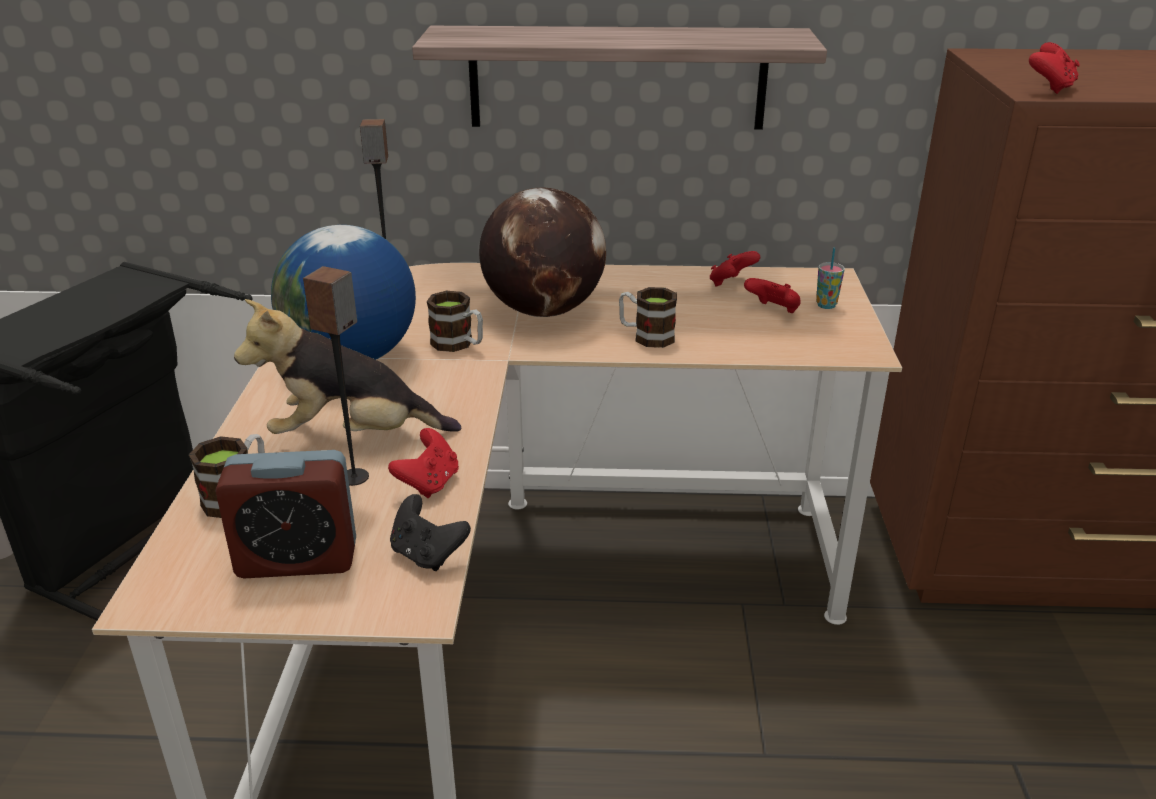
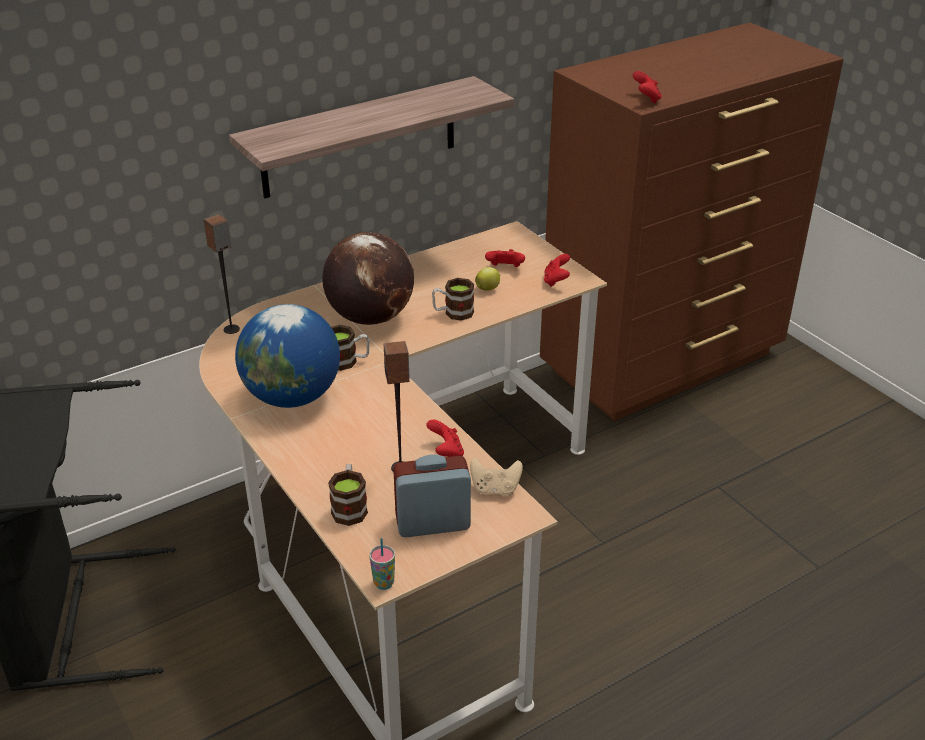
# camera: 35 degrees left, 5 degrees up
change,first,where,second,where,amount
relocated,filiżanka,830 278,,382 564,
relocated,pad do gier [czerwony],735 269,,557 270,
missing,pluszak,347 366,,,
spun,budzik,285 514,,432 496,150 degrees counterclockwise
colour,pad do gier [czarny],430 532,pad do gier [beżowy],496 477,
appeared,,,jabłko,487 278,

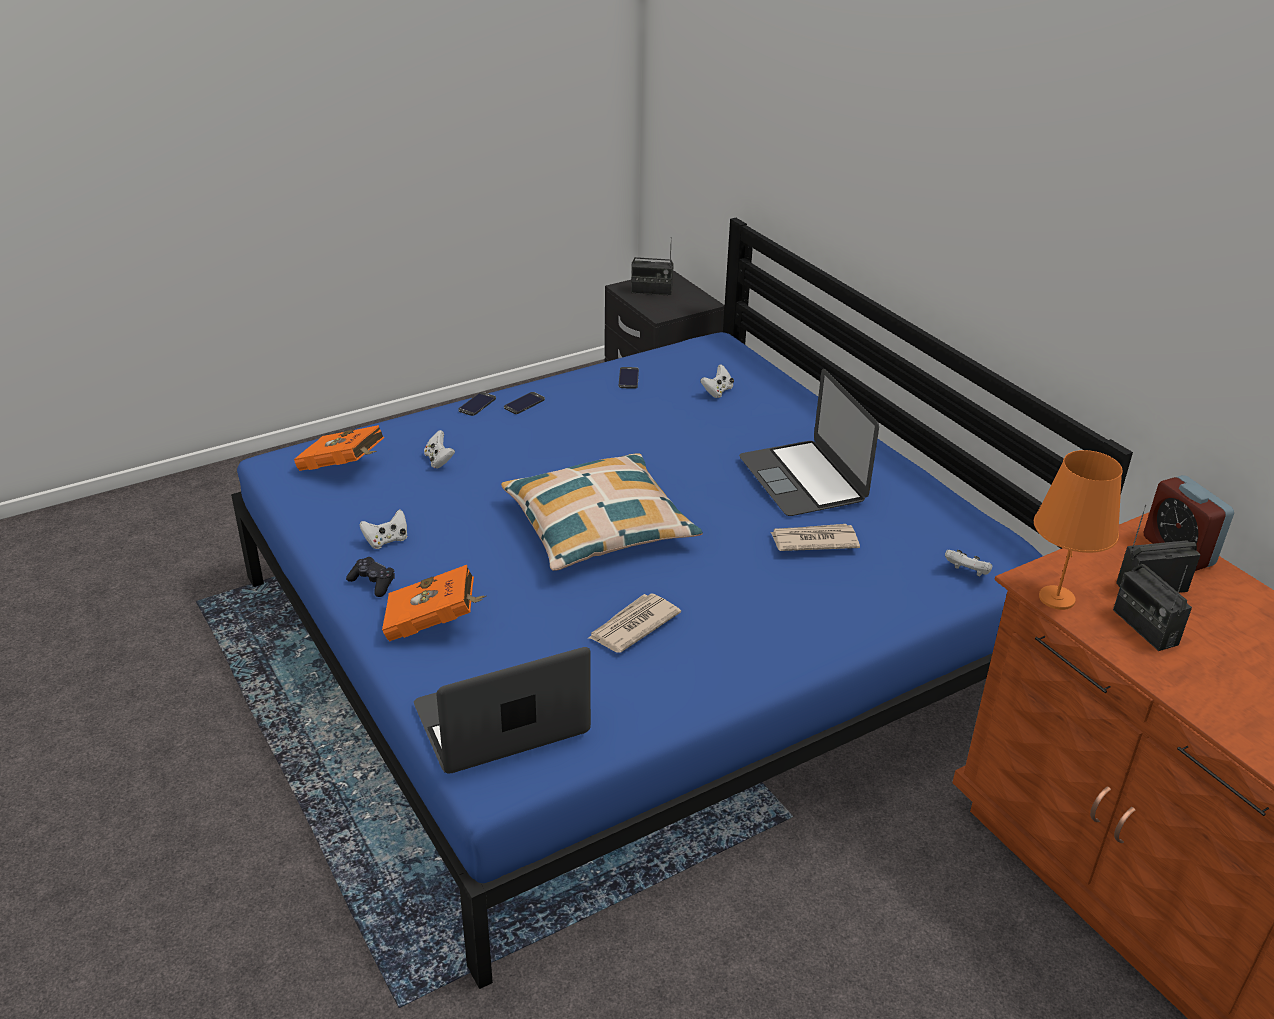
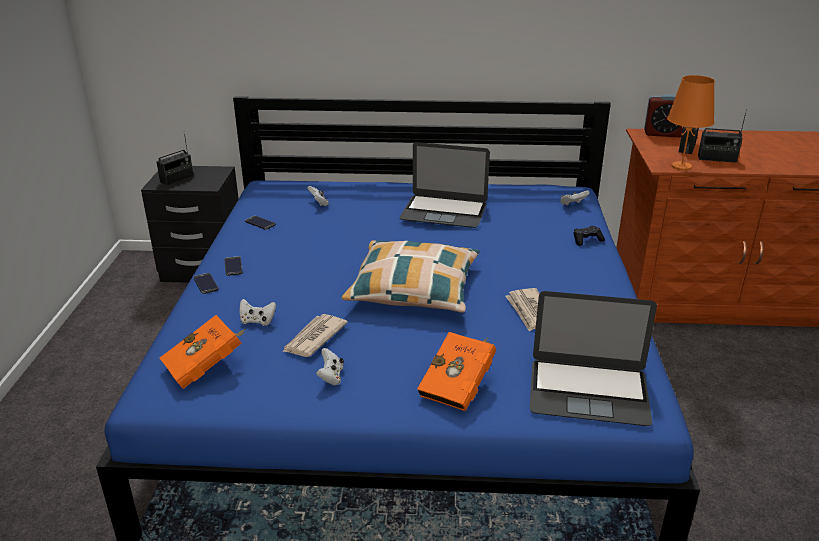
# camera: 55 degrees left, 5 degrees down
change,first,where,second,where,amount
relocated,gazeta,815 537,,315 335,
relocated,pad do gier [czarny],370 577,,589 236,
spun,laptop,502 710,,593 358,90 degrees counterclockwise

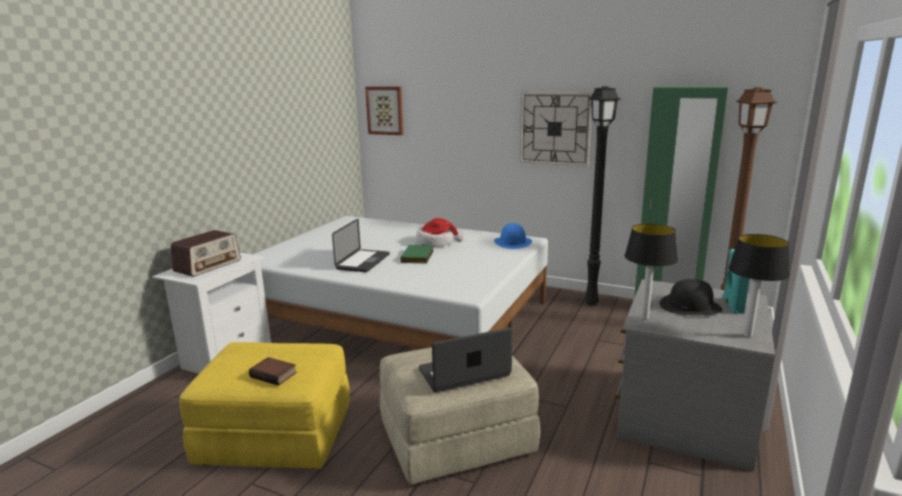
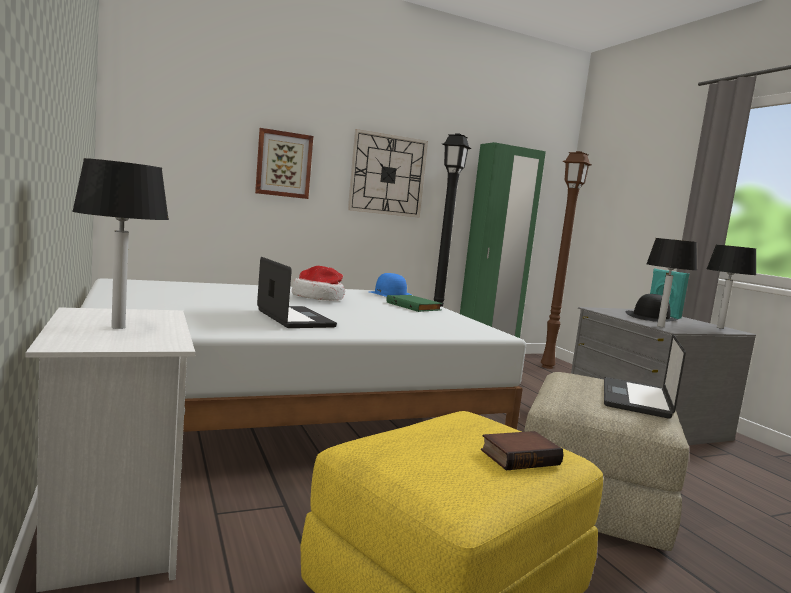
# camera: 50 degrees left, 10 degrees down
change,first,where,second,where,amount
relocated,obraz,384 110,,284 163,
exchanged,radio,206 253,lampa stołowa,120 243,
relocated,książka [zielony],417 253,,414 303,

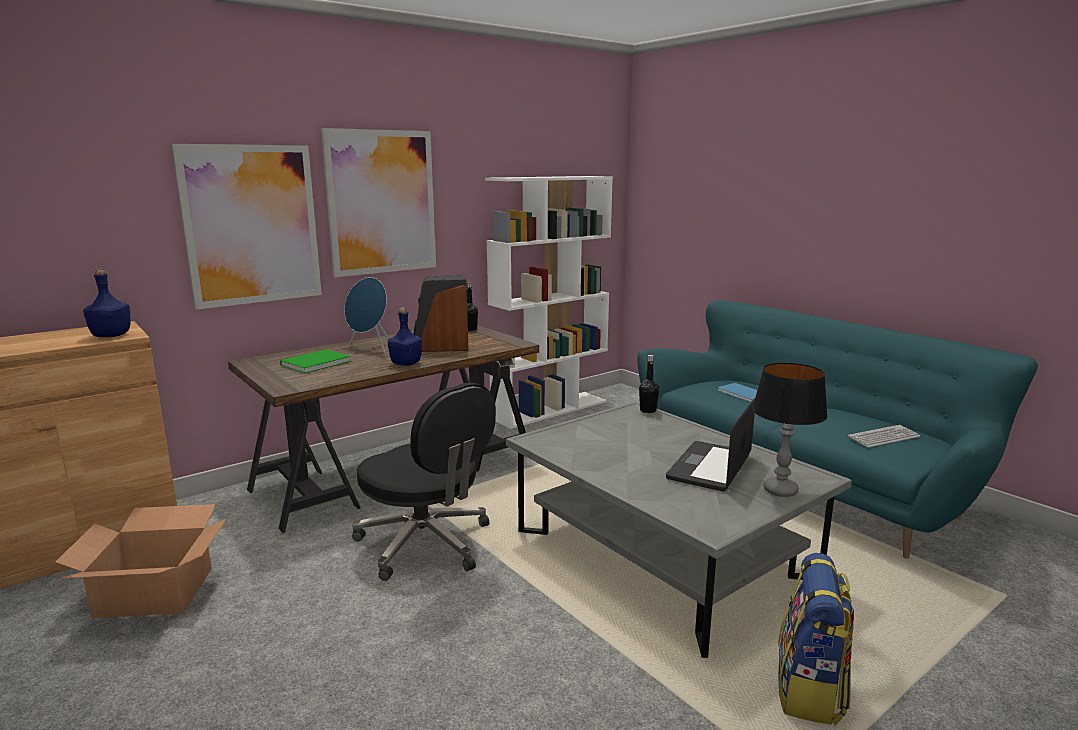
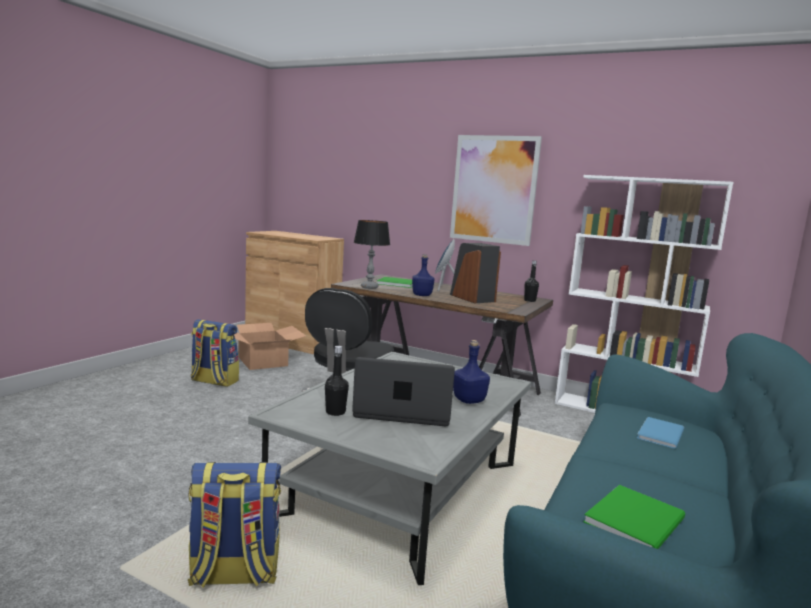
# camera: 65 degrees right, 5 degrees down
change,first,where,second,where,amount
missing,obraz,246 227,,,
relocated,butelka [niebieski],107 302,,471 372,
relocated,butelka [czarny],649 384,,337 381,
relocated,lampa stołowa,790 430,,372 254,
exchanged,klawiatura,884 436,książka [zielony],634 517,
appeared,,,plecak,215 353,

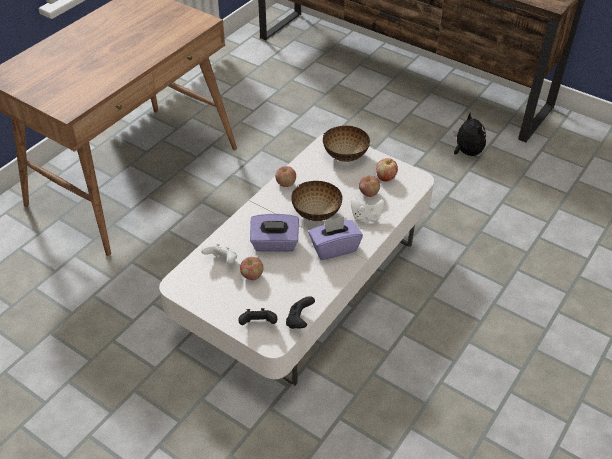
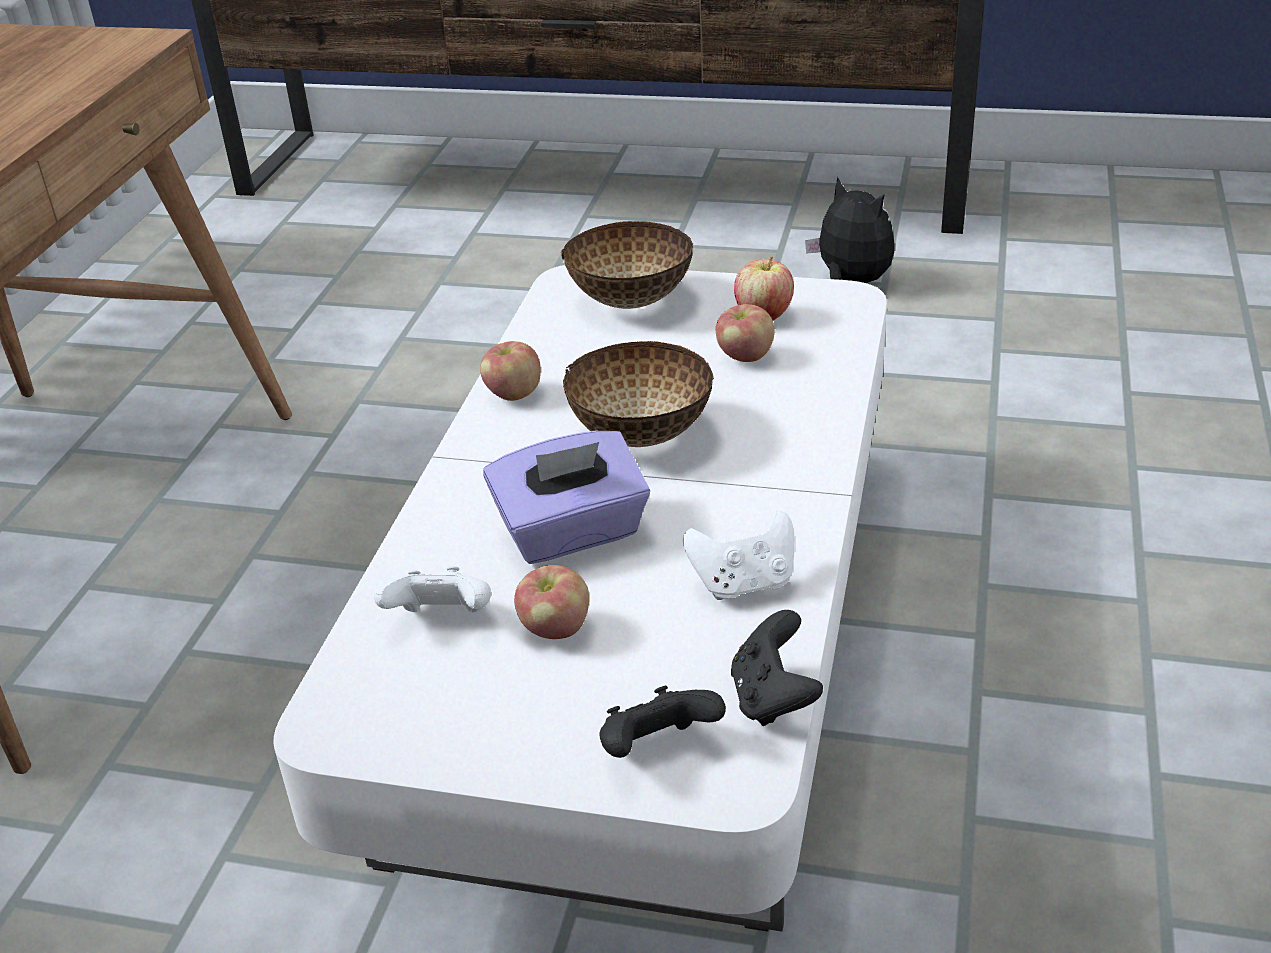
# camera: 20 degrees left, 10 degrees down
change,first,where,second,where,amount
relocated,pad do gier [biały],368 209,,739 555,
missing,pudełko chusteczek [fioletowy],335 238,,,

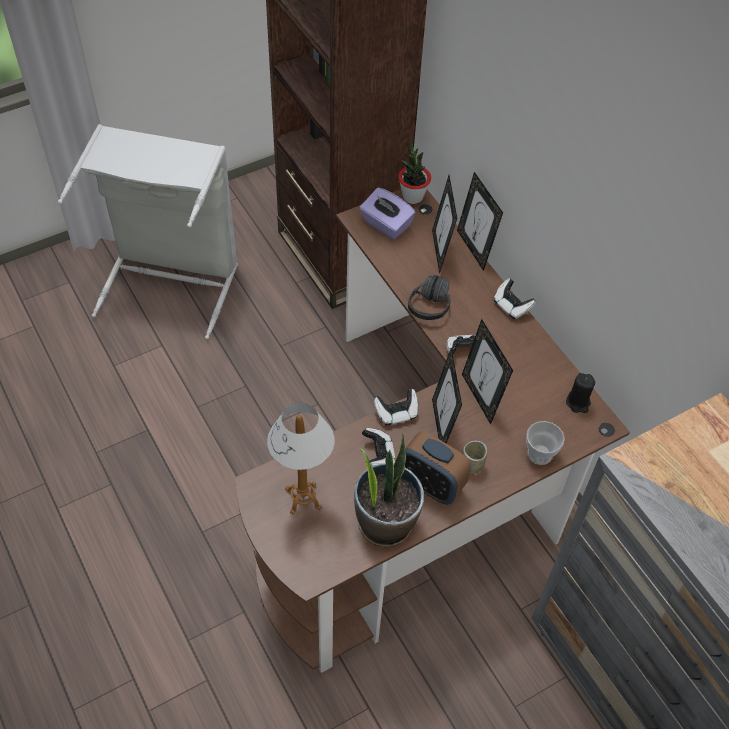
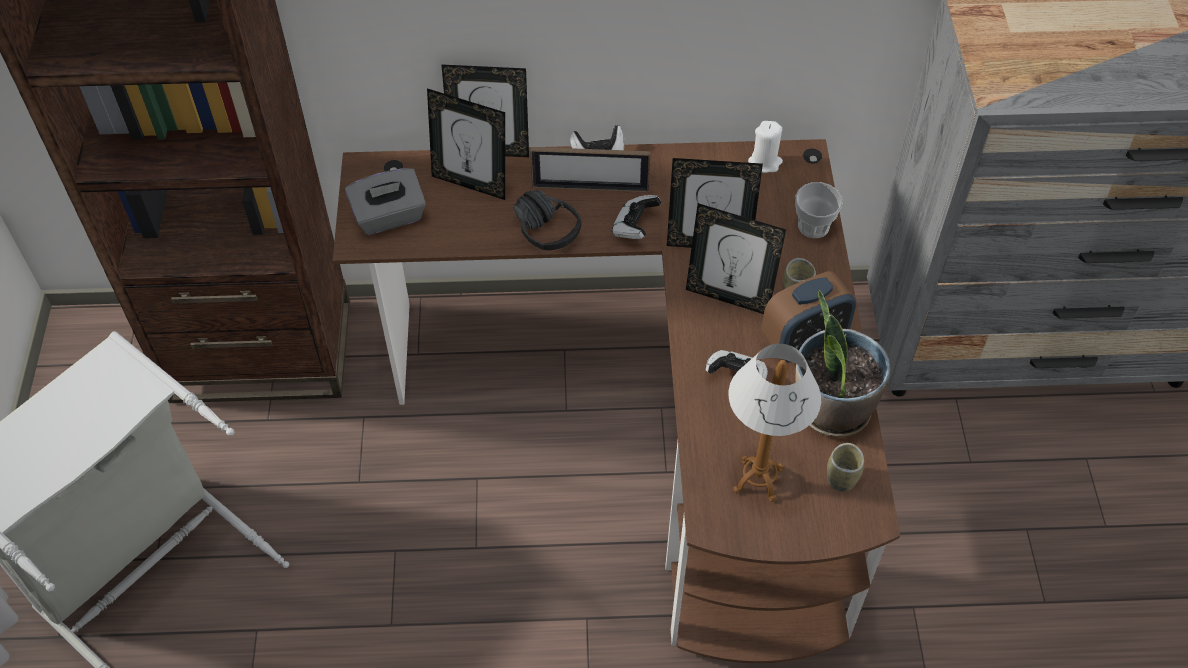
# camera: 60 degrees left, 0 degrees up
change,first,where,second,where,amount
missing,roślina doniczkowa,414 172,,,
colour,pudełko chusteczek [fioletowy],388 214,pudełko chusteczek [szary],385 201,
colour,świeca [czarny],580 393,świeca [biały],765 147,
missing,pad do gier,396 406,,,
appeared,,,ramka na zdjęcie,590 169,
appeared,,,filiżanka,845 467,

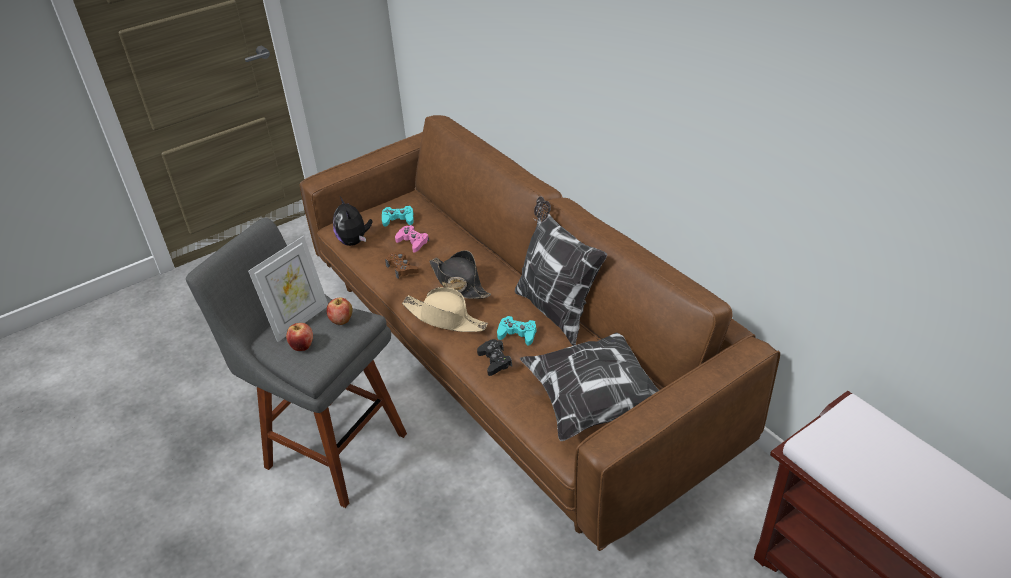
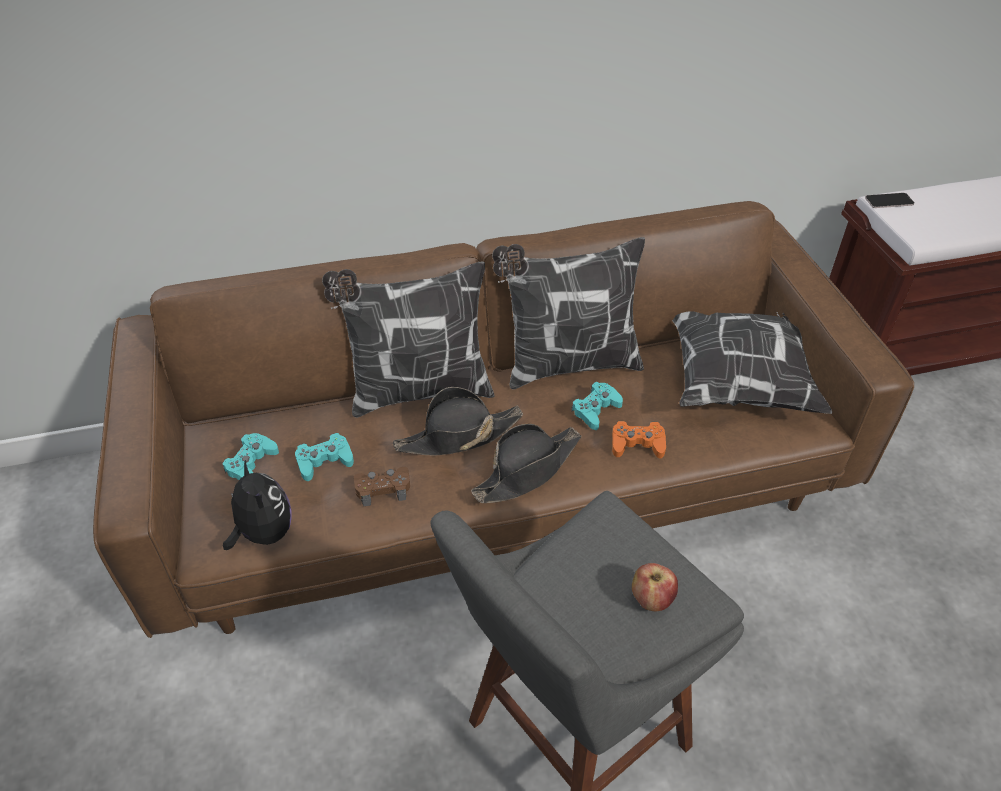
# camera: 70 degrees left, 5 degrees up
change,first,where,second,where,amount
spun,pluszak,353 221,,257 505,120 degrees counterclockwise
colour,pad do gier [różowy],412 239,pad do gier [turkusowy],324 457,
missing,ramka na zdjęcie,288 289,,,
colour,kapelusz [beżowy],445 309,kapelusz [czarny],526 463,
missing,jabłko,340 311,,,
colour,pad do gier [czarny],494 357,pad do gier [pomarańczowy],639 439,
appeared,,,telefon,890 200,
appeared,,,poduszka,408 339,

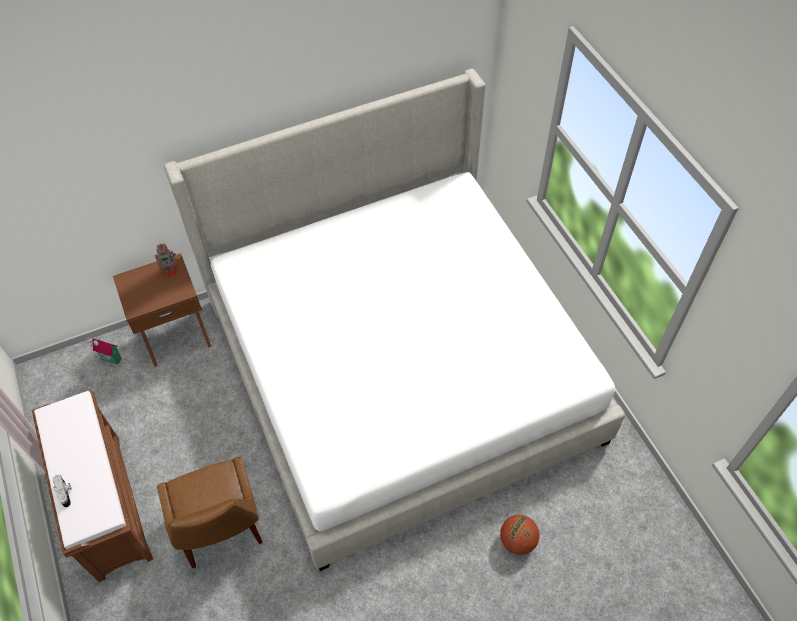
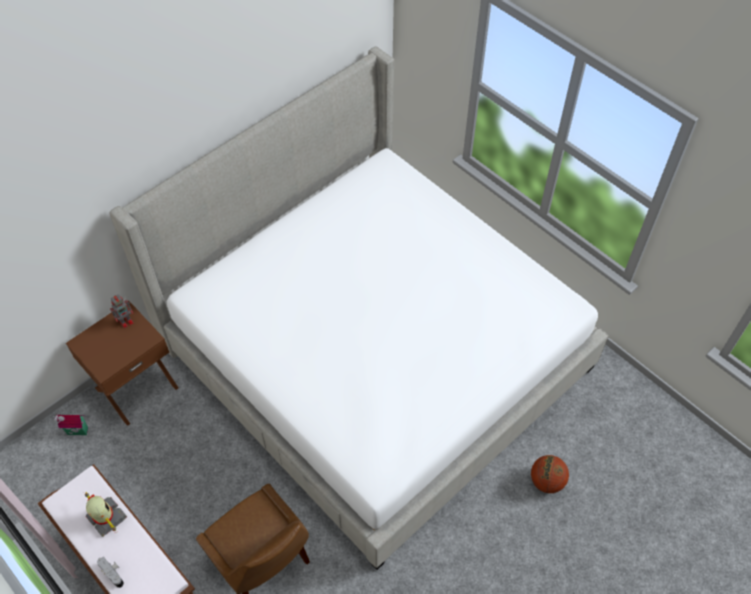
# camera: 20 degrees left, 0 degrees up
change,first,where,second,where,amount
appeared,,,robot zabawkowy,106 515,

